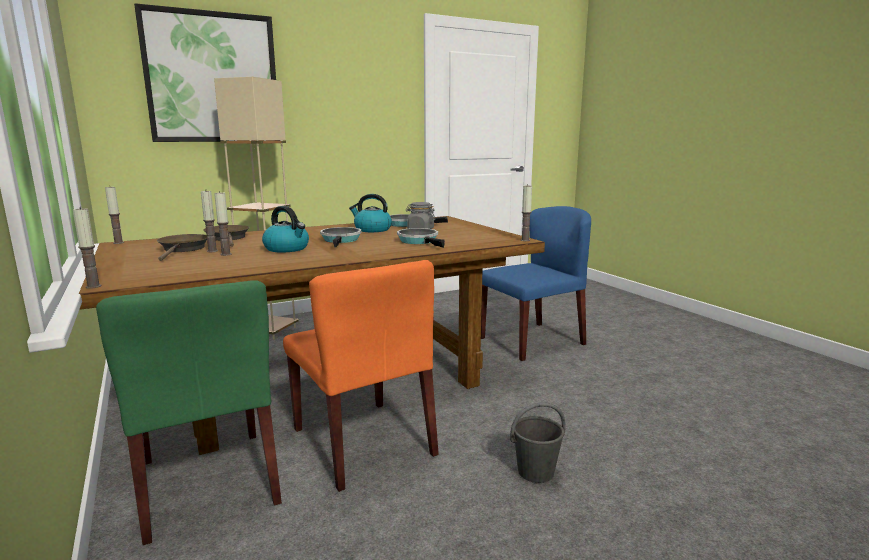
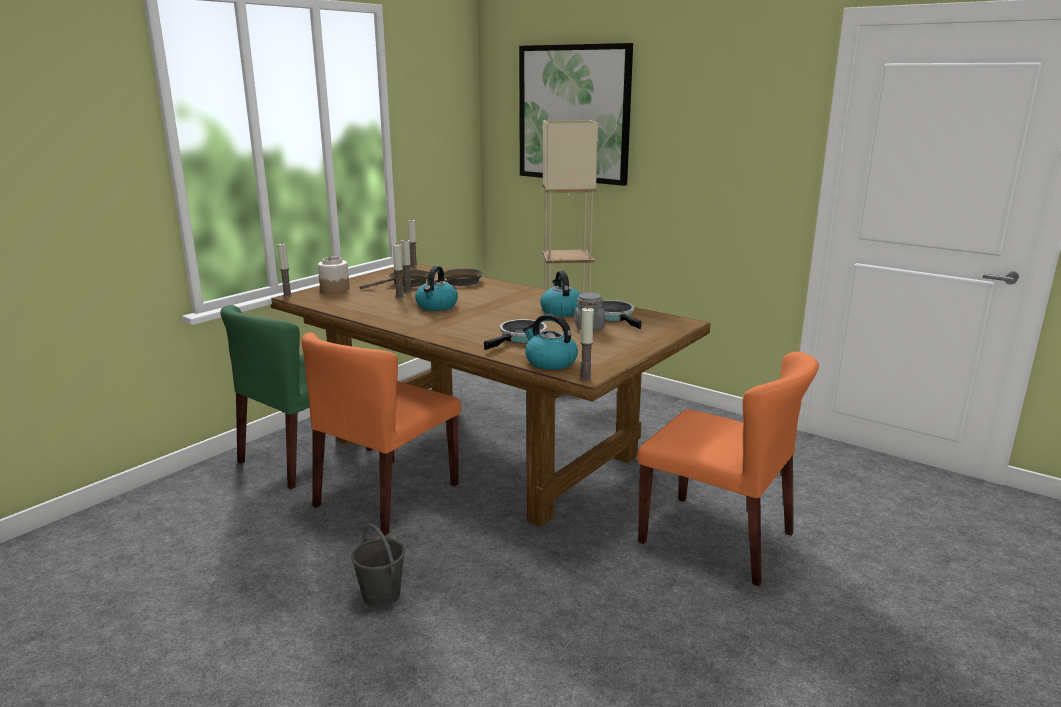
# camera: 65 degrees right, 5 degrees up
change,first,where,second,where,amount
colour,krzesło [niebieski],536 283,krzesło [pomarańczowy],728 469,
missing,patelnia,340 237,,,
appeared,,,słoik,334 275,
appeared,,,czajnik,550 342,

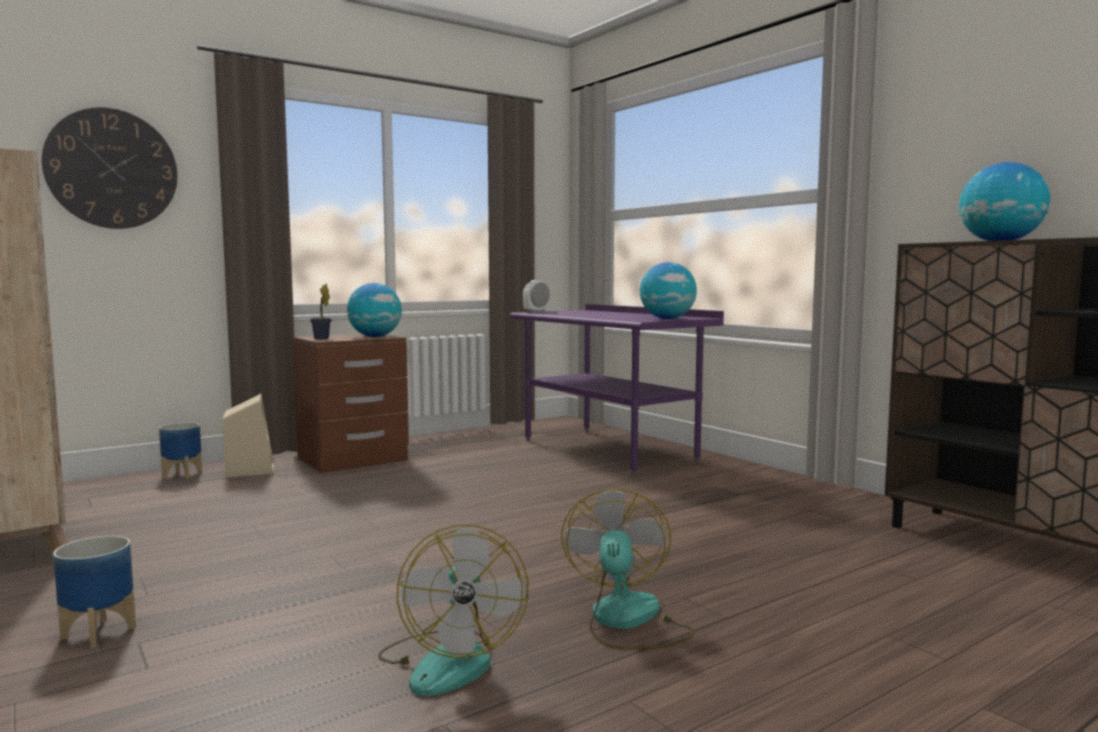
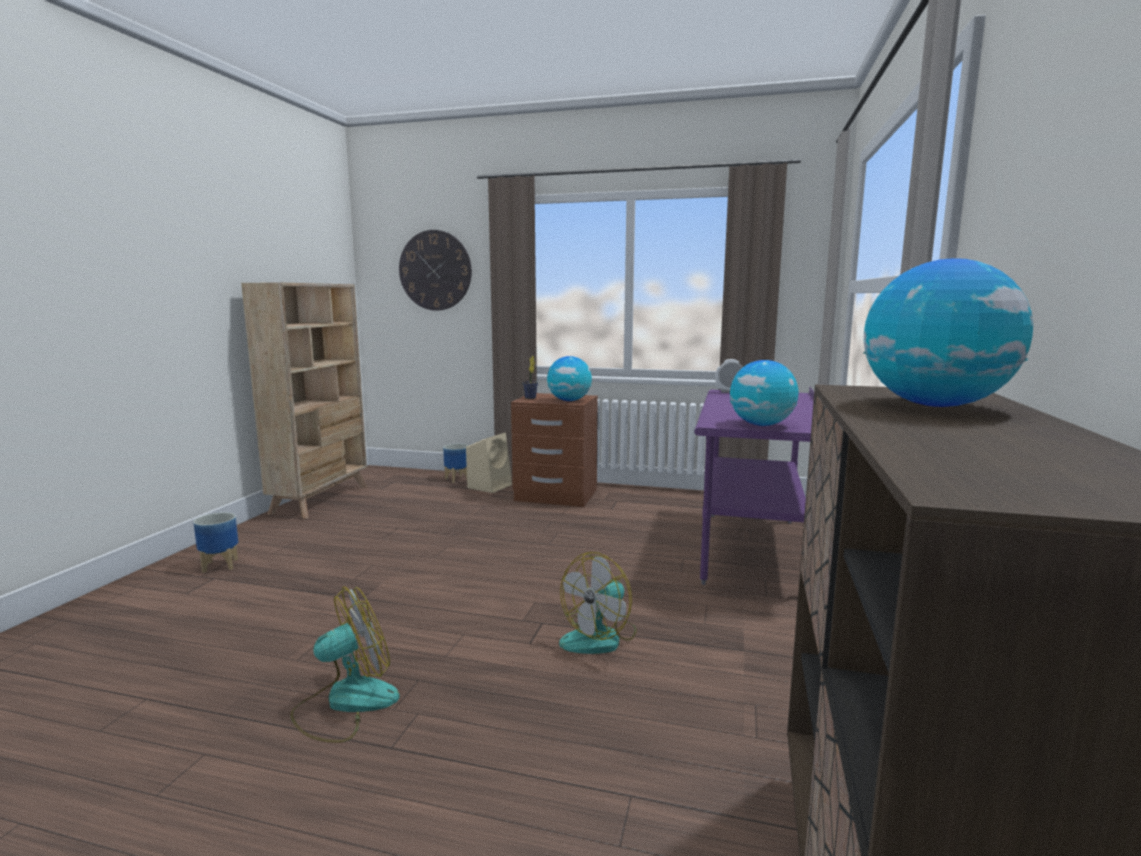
# camera: 50 degrees right, 5 degrees up
change,first,where,second,where,amount
relocated,wentylator,453 610,,598 603,

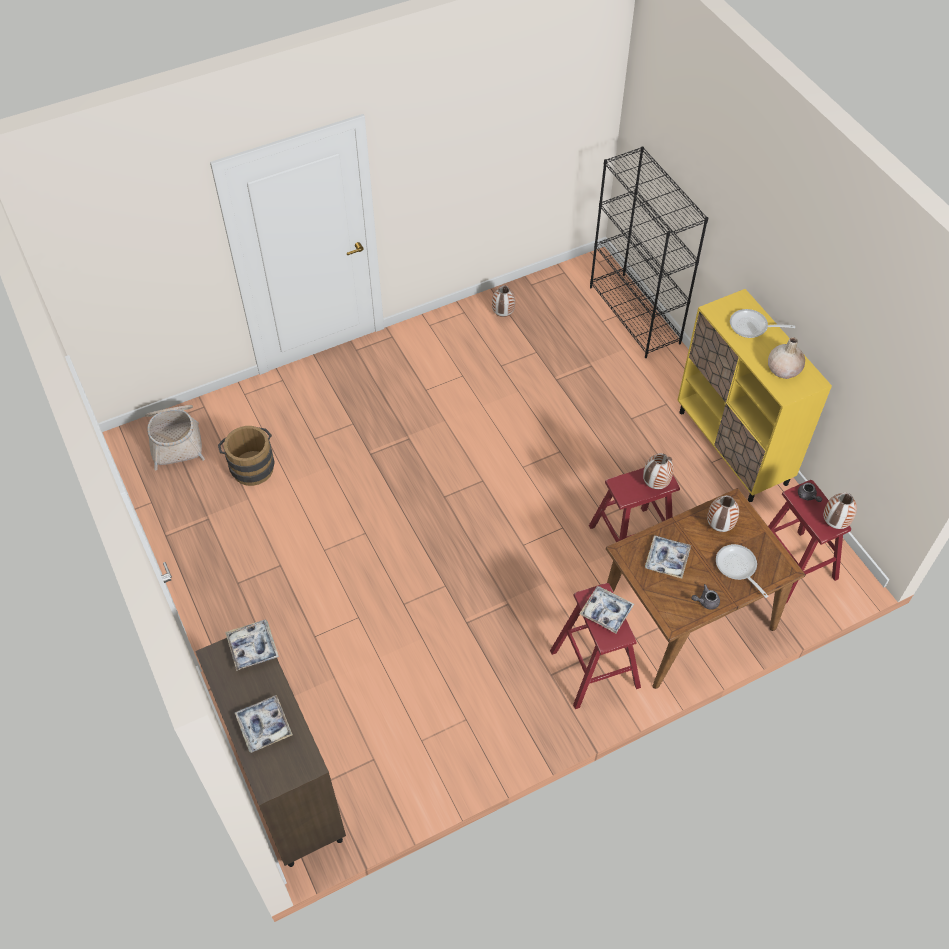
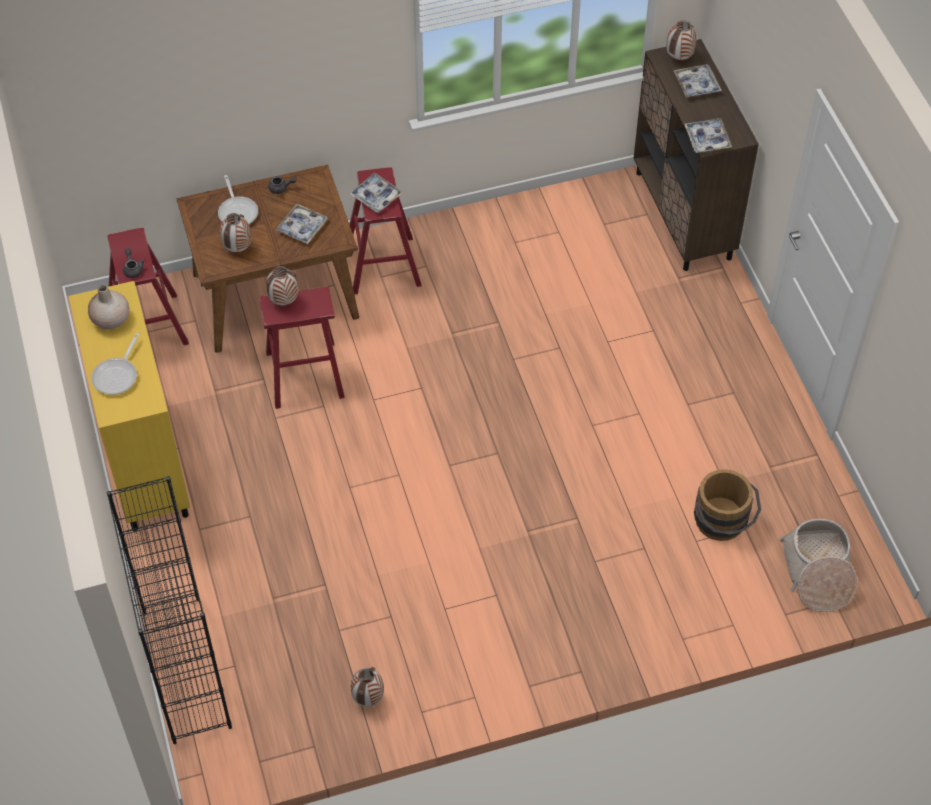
# camera: 170 degrees left, 0 degrees up
change,first,where,second,where,amount
spun,patelnia,762 323,,115 364,90 degrees clockwise
relocated,wazon,840 511,,681 40,

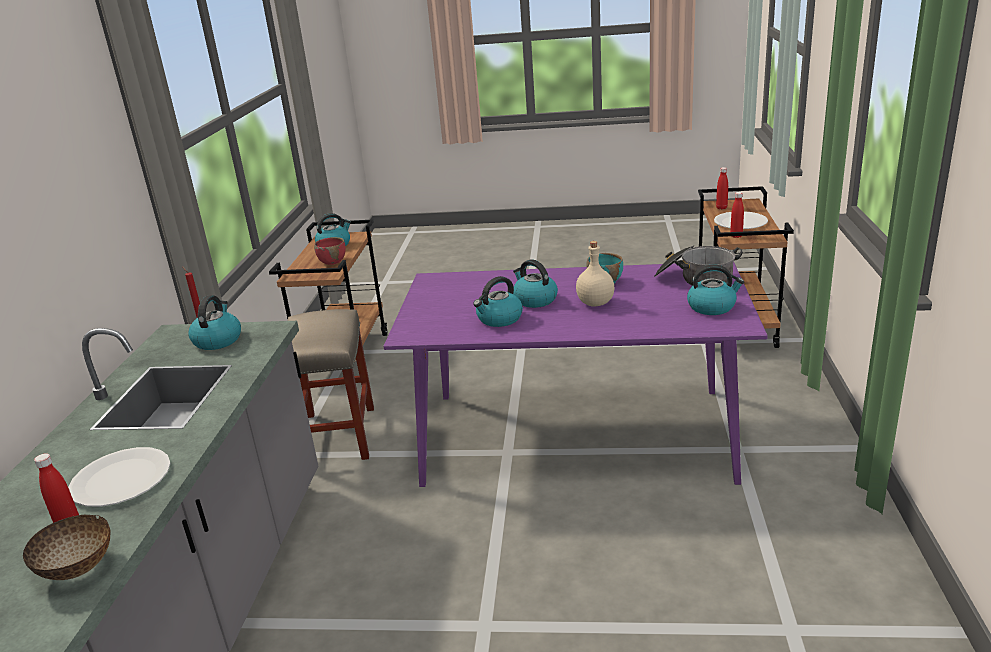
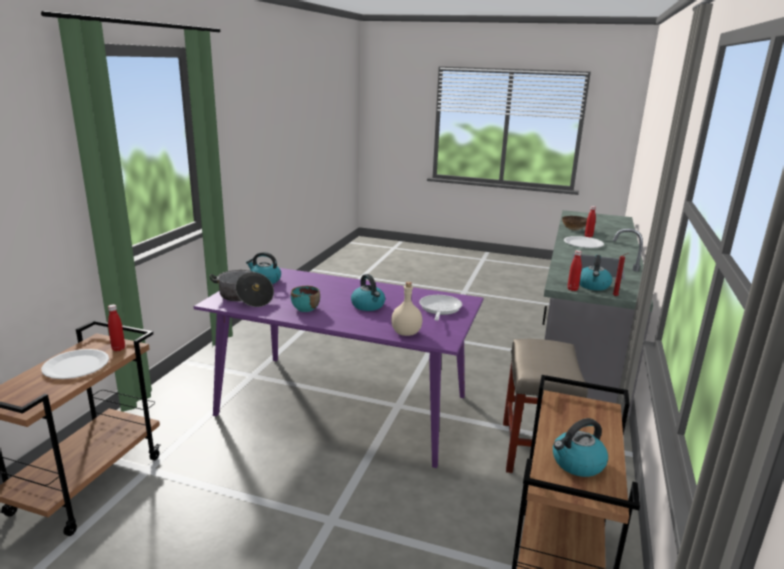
# camera: 170 degrees left, 5 degrees down
change,first,where,second,where,amount
relocated,butelka [czerwony],722 188,,575 270,
missing,miska [czerwony],329 251,,,
relocated,butelka [beżowy],595 274,,406 309,
missing,czajnik,498 301,,,
appeared,,,patelnia,440 308,

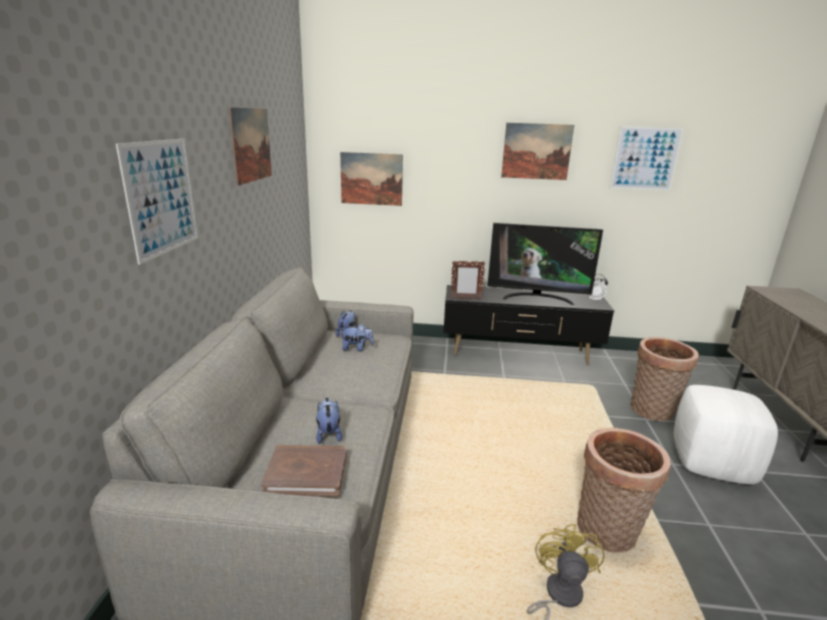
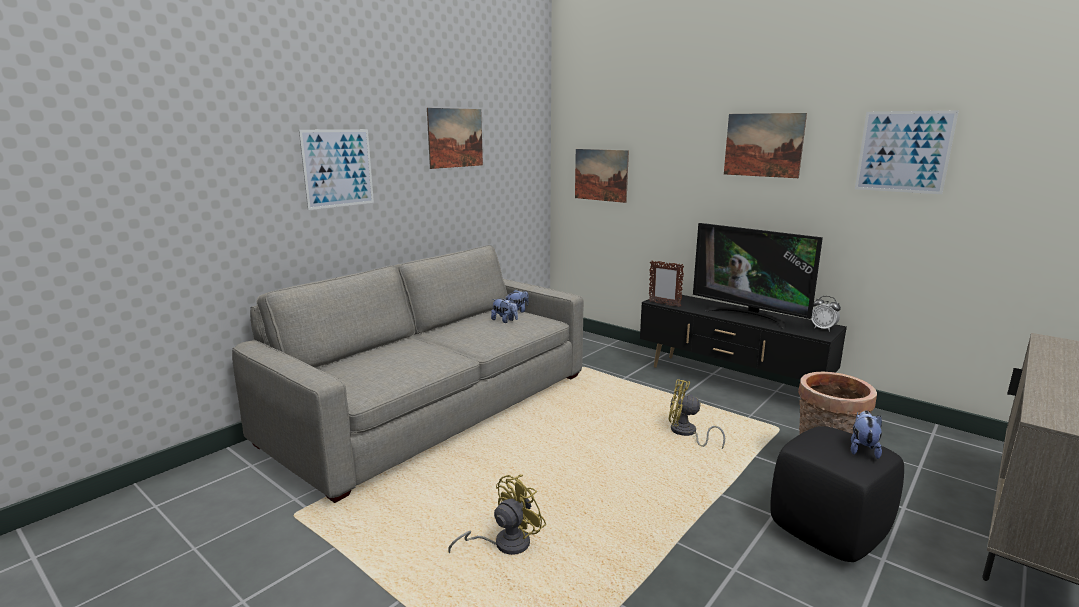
# camera: 35 degrees right, 5 degrees down
change,first,where,second,where,amount
colour,pufa [biały],726 434,pufa [czarny],837 494,
relocated,pluszak,329 421,,866 435,
missing,koszyk,624 490,,,
missing,książka [brązowy],304 471,,,
appeared,,,wentylator [żółty],697 414,

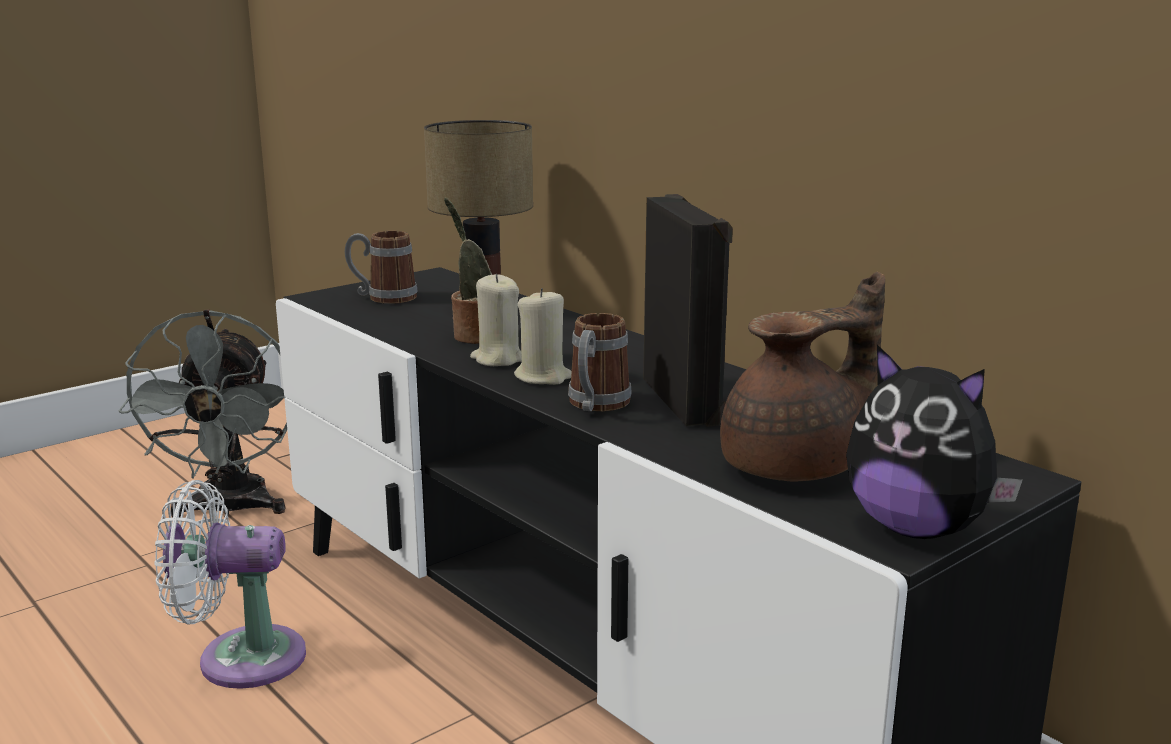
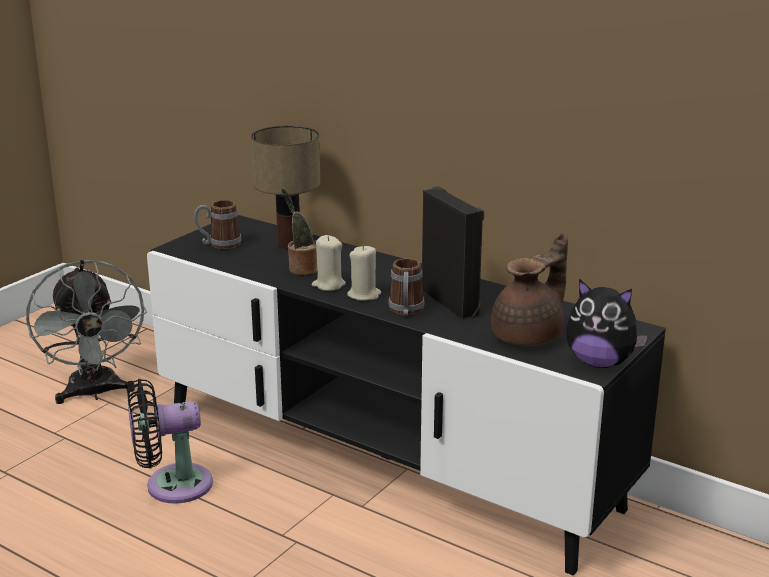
# camera: 15 degrees left, 5 degrees up
change,first,where,second,where,amount
colour,wentylator [biały],230 584,wentylator [czarny],170 441,

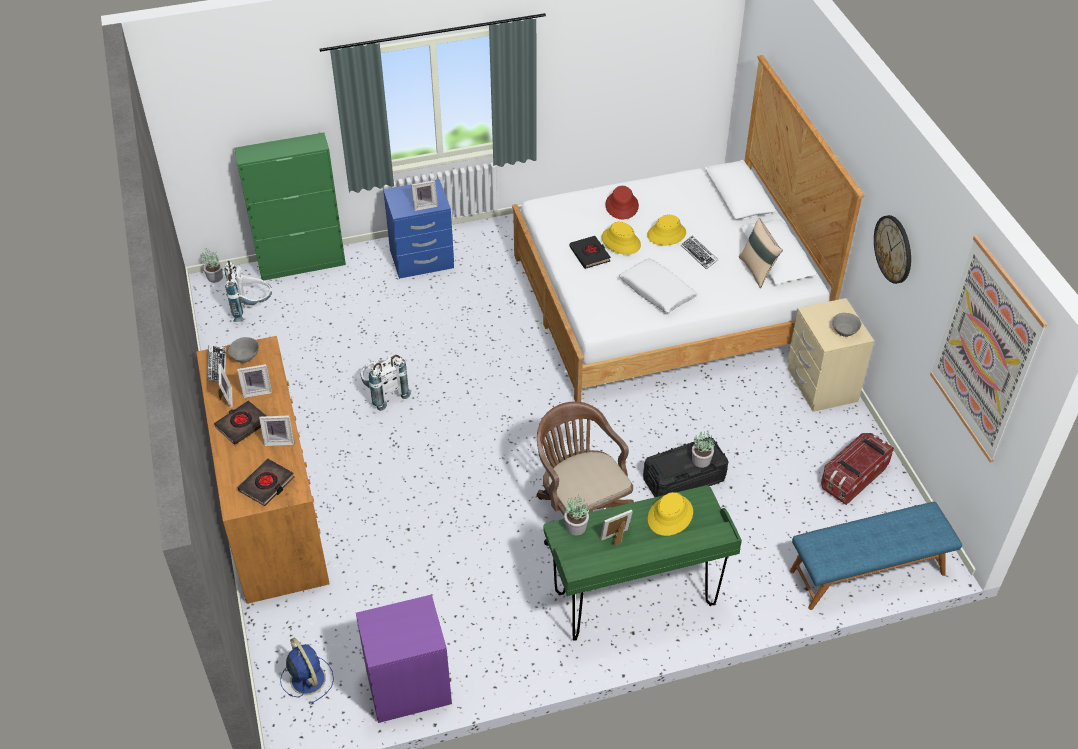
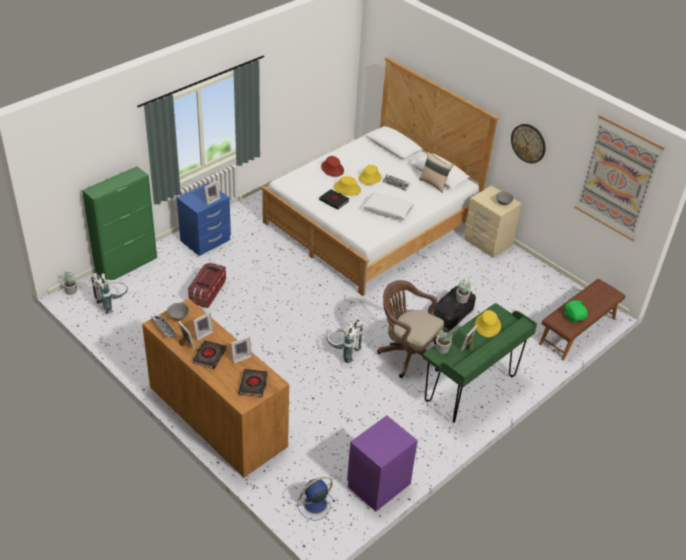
# camera: 30 degrees left, 5 degrees down
change,first,where,second,where,amount
relocated,plecak [biały],386 383,,345 341,
relocated,pojemnik do przechowywania,857 469,,207 285,
colour,ławka [niebieski],876 556,ławka [brązowy],582 319,
spun,wentylator [niebieski],307 670,,316 499,60 degrees counterclockwise
appeared,,,pluszak [zielony],575 311,

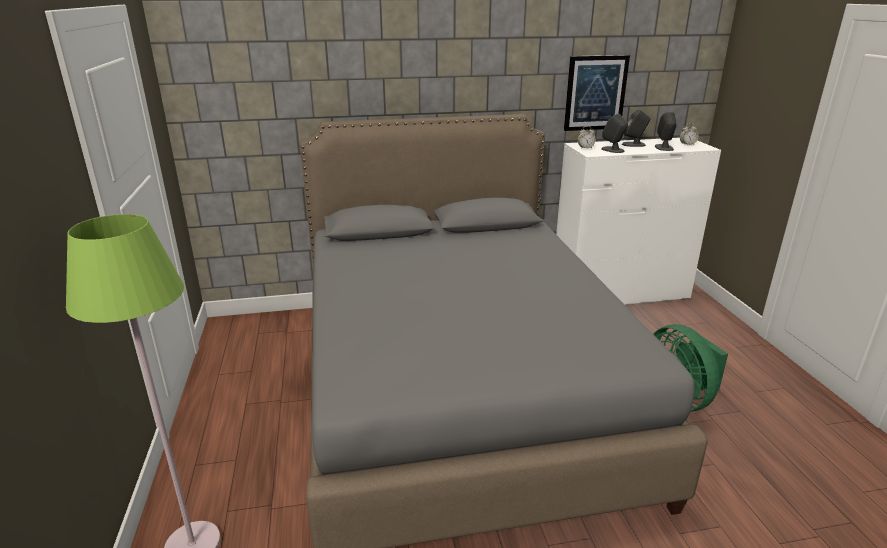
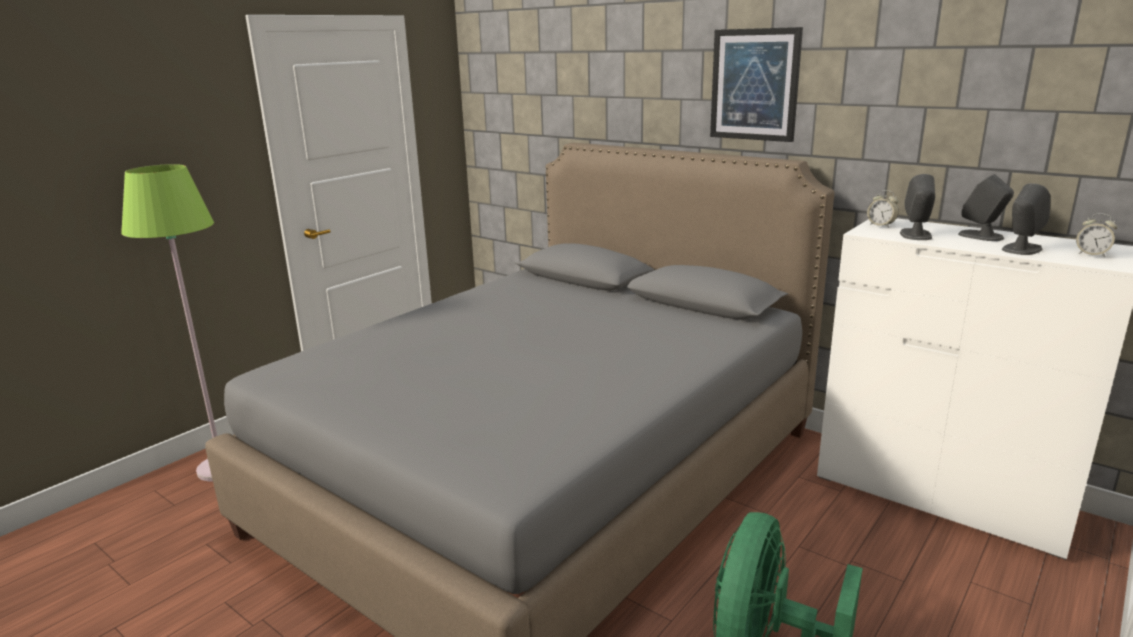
# camera: 50 degrees right, 5 degrees down
change,first,where,second,where,amount
relocated,obraz,597 93,,756 84,

